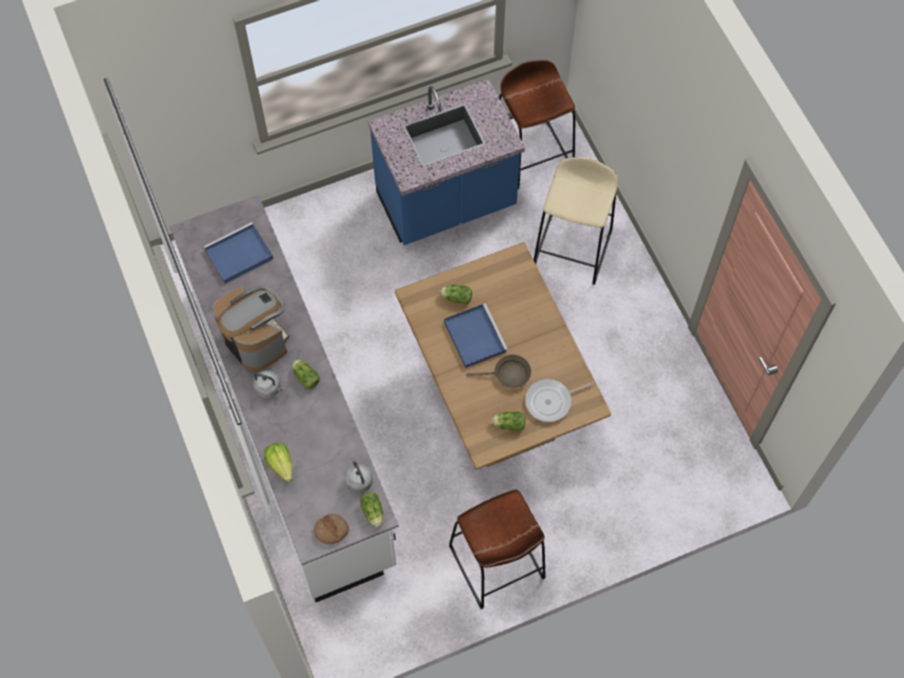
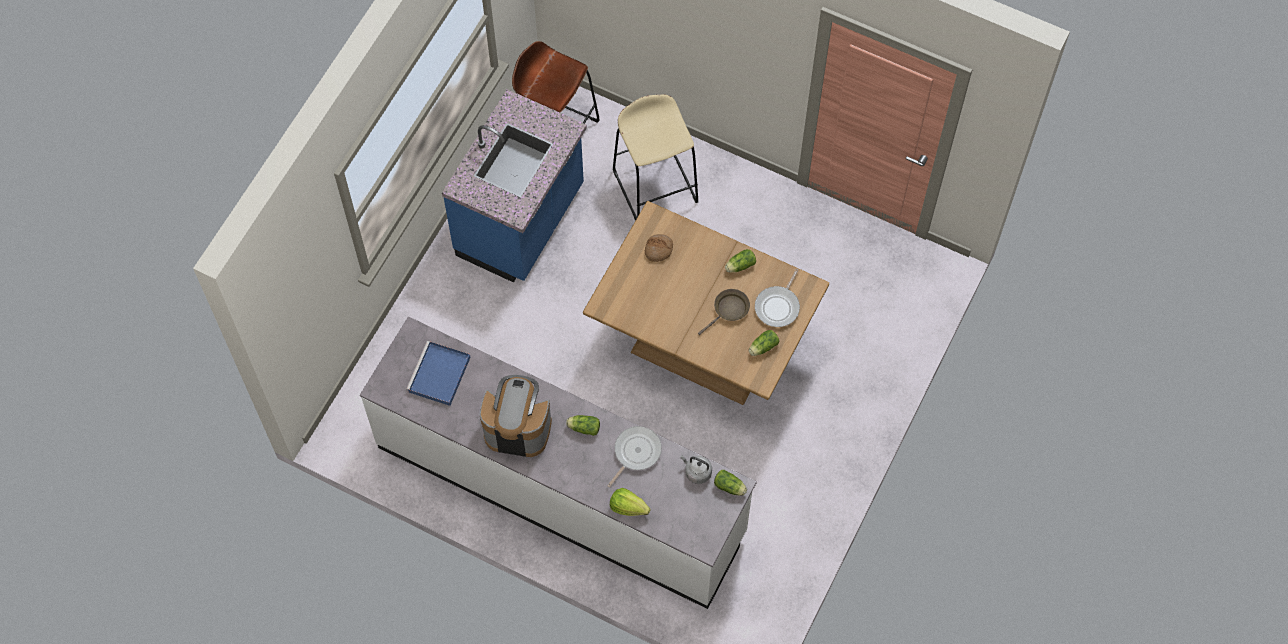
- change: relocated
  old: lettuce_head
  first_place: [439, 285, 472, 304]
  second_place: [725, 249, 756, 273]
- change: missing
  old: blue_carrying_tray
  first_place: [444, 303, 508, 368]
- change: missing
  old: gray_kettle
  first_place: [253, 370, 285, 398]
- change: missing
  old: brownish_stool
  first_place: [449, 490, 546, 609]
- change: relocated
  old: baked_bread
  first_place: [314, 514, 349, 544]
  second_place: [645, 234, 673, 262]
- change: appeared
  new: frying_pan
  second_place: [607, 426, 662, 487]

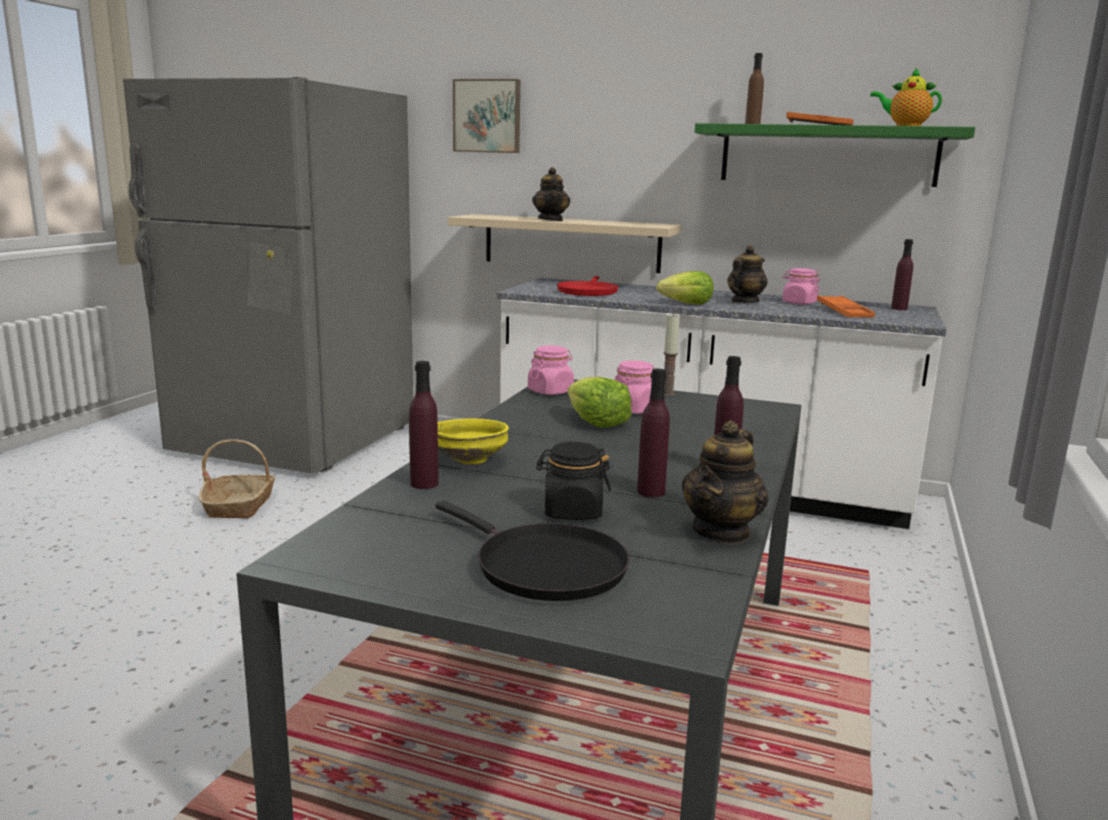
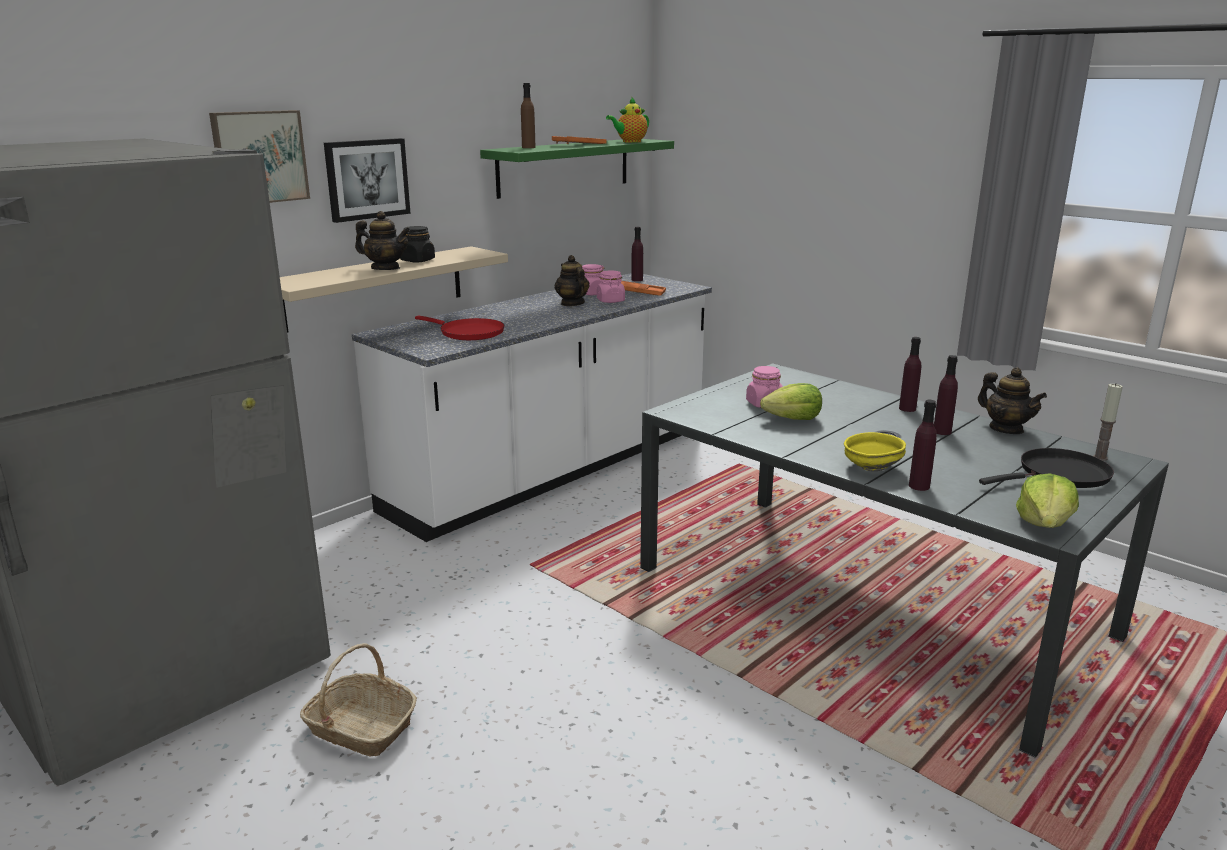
- change: relocated
  old: lettuce_head
  first_place: [657, 271, 713, 304]
  second_place: [1016, 473, 1079, 528]
- change: relocated
  old: wax_candle
  first_place: [663, 313, 680, 396]
  second_place: [1093, 383, 1123, 461]
- change: relocated
  old: pinkish_preserve_jar
  first_place: [528, 346, 574, 395]
  second_place: [597, 271, 625, 303]
- change: relocated
  old: black_preserve_jar
  first_place: [536, 442, 611, 520]
  second_place: [400, 226, 435, 262]
- change: appeared
  new: wall_art
  second_place: [324, 138, 411, 223]

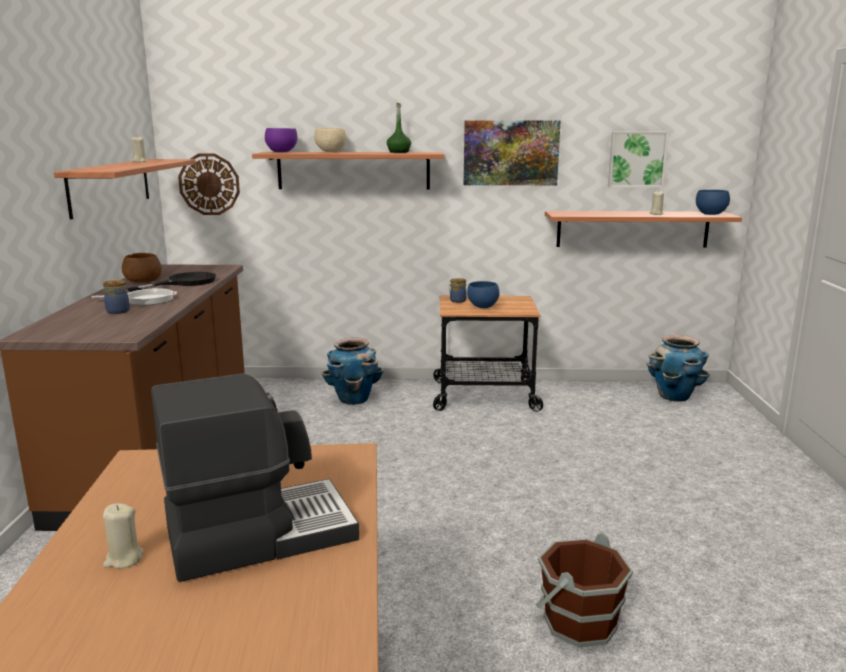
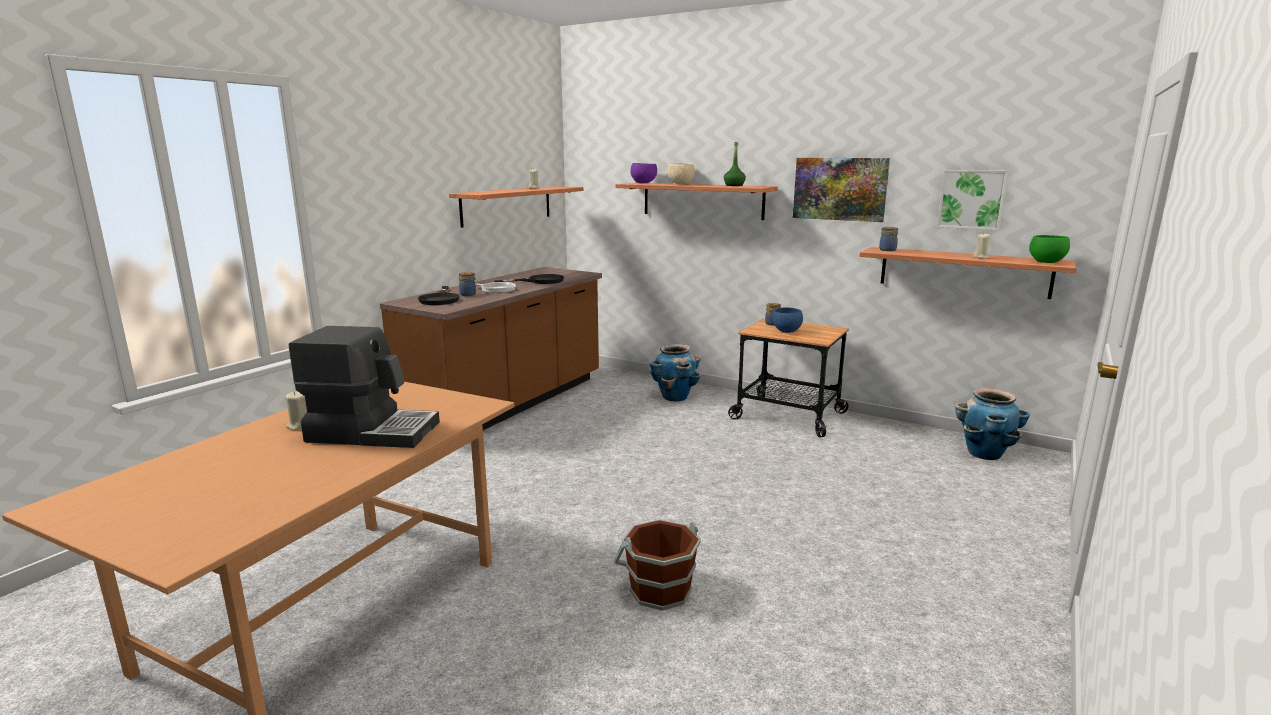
- change: missing
  old: wall_clock
  first_place: [178, 154, 240, 215]
- change: colour
  old: blue_bowl
  new: green_bowl
  first_place: [696, 190, 730, 215]
  second_place: [1029, 235, 1070, 263]
- change: missing
  old: brownish_bowl
  first_place: [122, 253, 162, 282]
- change: appeared
  new: preserve_jar
  second_place: [879, 227, 898, 251]
- change: appeared
  new: black_frying_pan
  second_place: [418, 286, 460, 305]

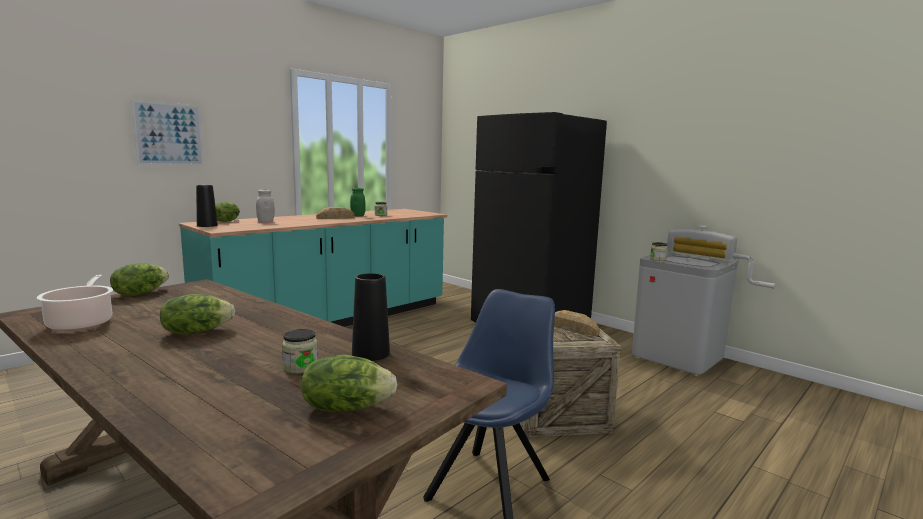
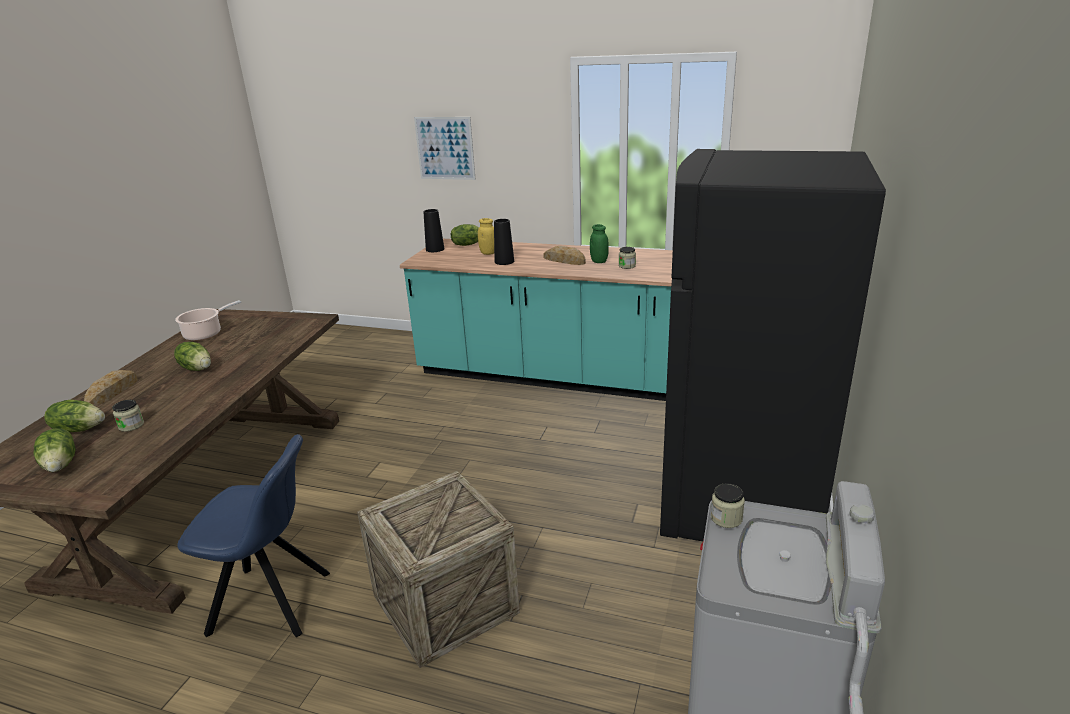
- change: colour
  old: white-coloured_preserve_jar
  new: yellowish_preserve_jar
  first_place: [256, 190, 275, 222]
  second_place: [478, 218, 494, 255]
- change: relocated
  old: lettuce_head
  first_place: [110, 263, 169, 295]
  second_place: [44, 400, 105, 432]
- change: relocated
  old: black_vase
  first_place: [352, 273, 390, 361]
  second_place: [494, 219, 514, 265]
- change: relocated
  old: baked_bread
  first_place: [554, 310, 600, 336]
  second_place: [84, 370, 138, 406]

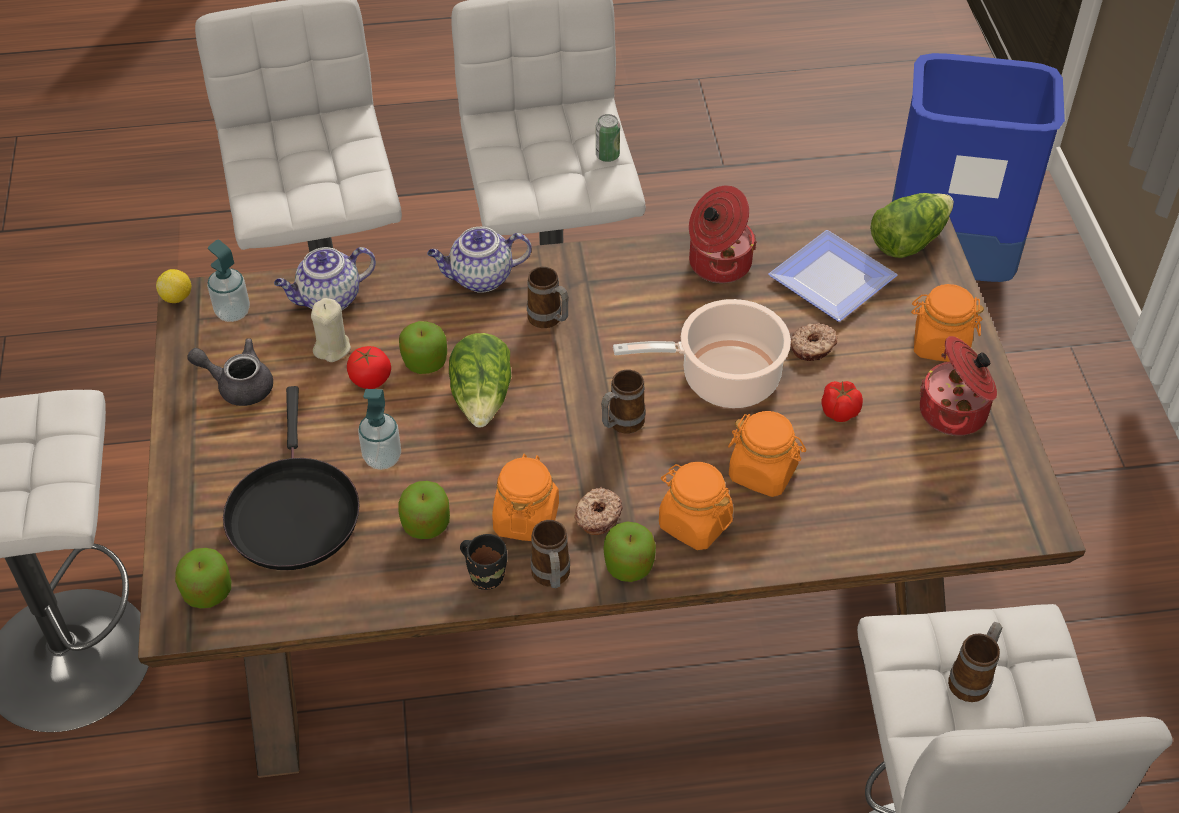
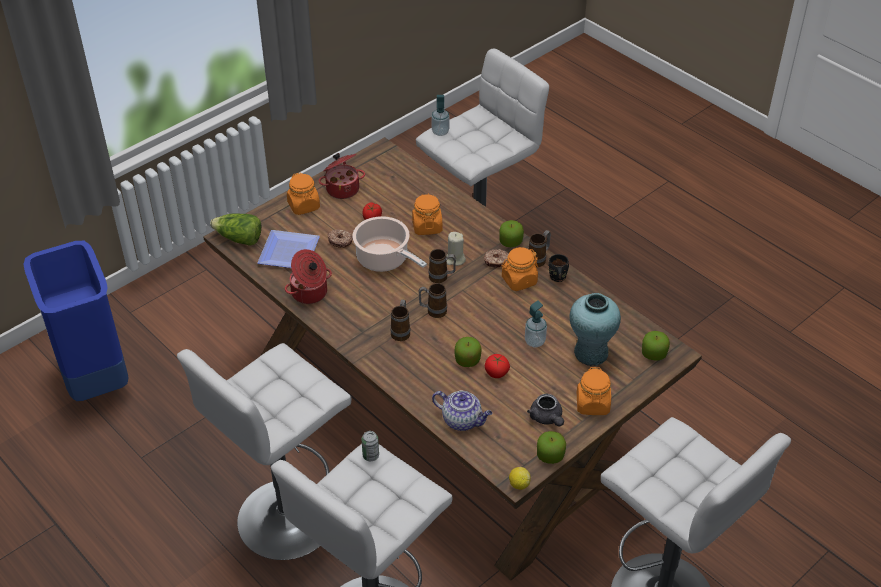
- change: relocated
  old: sealed_can
  first_place: [596, 114, 620, 162]
  second_place: [362, 431, 379, 461]
- change: missing
  old: teapot
  first_place: [427, 227, 532, 293]
- change: relocated
  old: soap_bottle
  first_place: [207, 240, 250, 322]
  second_place: [431, 95, 450, 136]
- change: relocated
  old: sand-coloured_wax_candle
  first_place: [311, 298, 351, 362]
  second_place: [446, 232, 466, 266]
- change: missing
  old: lettuce_head
  first_place: [449, 333, 511, 428]
- change: exchanged
  old: black_frying_pan
  new: turquoise_vase
  first_place: [223, 386, 360, 570]
  second_place: [570, 293, 621, 366]
- change: relocated
  old: orange_preserve_jar
  first_place: [659, 462, 733, 550]
  second_place: [577, 367, 611, 415]
- change: relocated
  old: apple
  first_place: [398, 481, 450, 539]
  second_place: [537, 431, 566, 464]
- change: relocated
  old: mug
  first_place: [948, 622, 1002, 702]
  second_place: [418, 283, 447, 318]

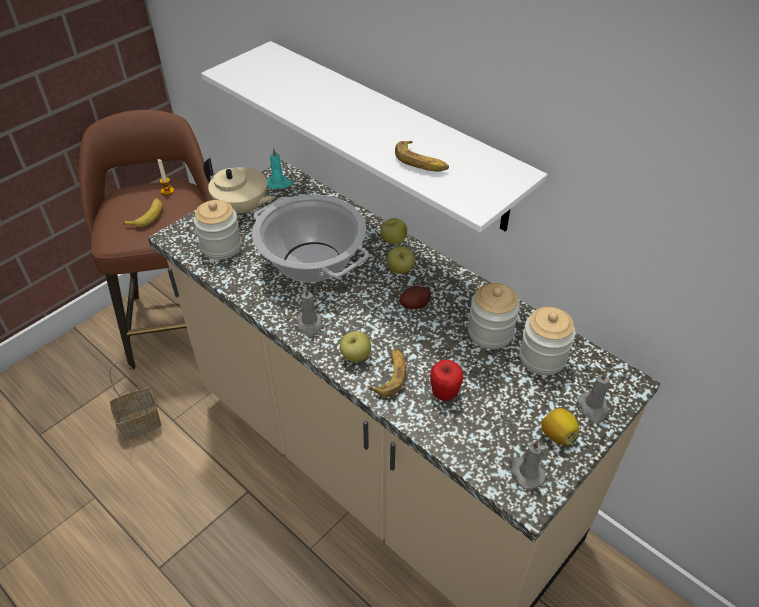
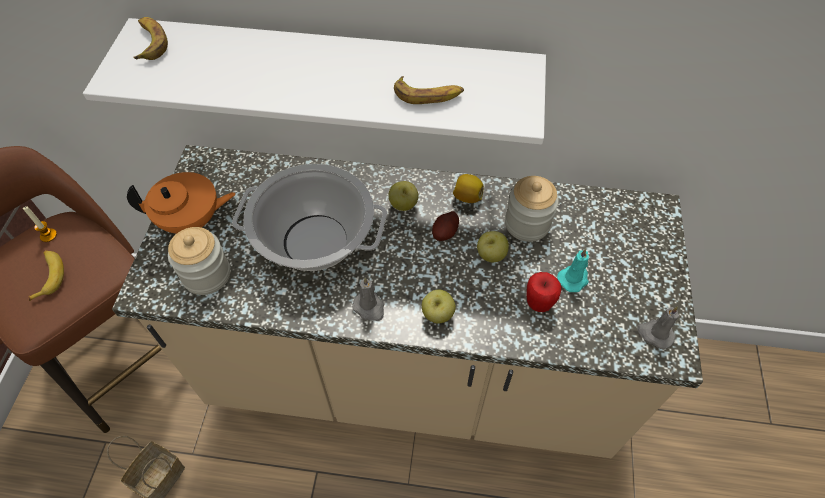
- change: relocated
  old: turquoise_wax_candle
  first_place: [267, 148, 293, 189]
  second_place: [557, 248, 589, 292]
- change: colour
  old: sand-coloured_teapot
  new: orange_teapot
  first_place: [203, 158, 276, 214]
  second_place: [127, 172, 236, 234]
- change: relocated
  old: apple
  first_place: [380, 218, 407, 245]
  second_place: [477, 231, 509, 262]
- change: missing
  old: preserve_jar
  first_place: [519, 307, 575, 375]
- change: relocated
  old: banana_fruit
  first_place: [369, 349, 406, 397]
  second_place: [133, 17, 168, 60]
- change: missing
  old: gray_wax_candle
  first_place: [577, 371, 610, 423]
- change: relocated
  old: citrus_fruit
  first_place: [541, 408, 579, 445]
  second_place: [453, 174, 484, 203]

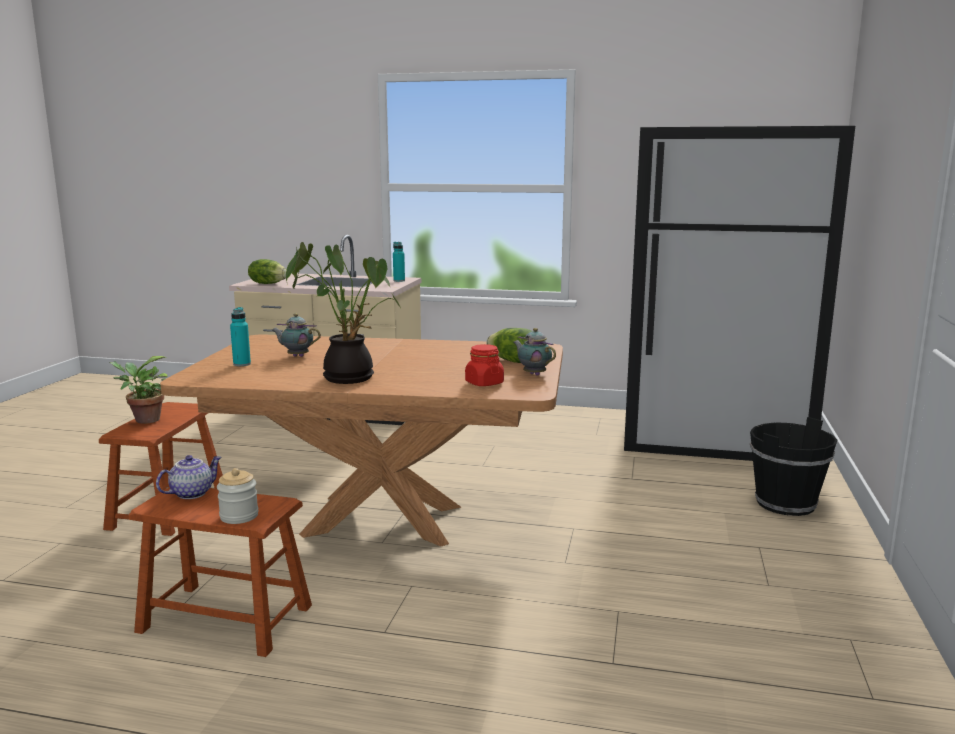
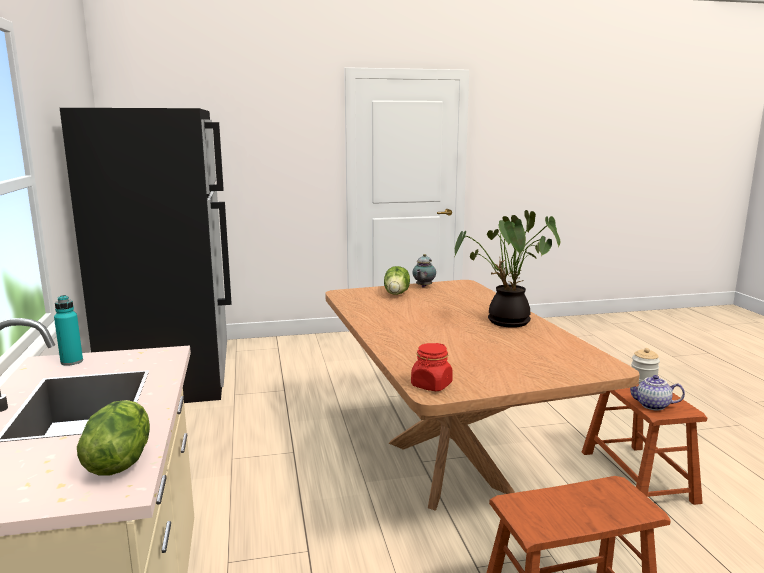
- change: missing
  old: turquoise_bottle
  first_place: [230, 307, 251, 366]
- change: missing
  old: teapot
  first_place: [272, 313, 321, 357]
- change: relocated
  old: red-coloured_preserve_jar
  first_place: [465, 344, 504, 386]
  second_place: [411, 343, 453, 391]
- change: missing
  old: houseplant
  first_place: [109, 356, 168, 424]
- change: missing
  old: black_bucket
  first_place: [750, 417, 837, 516]

